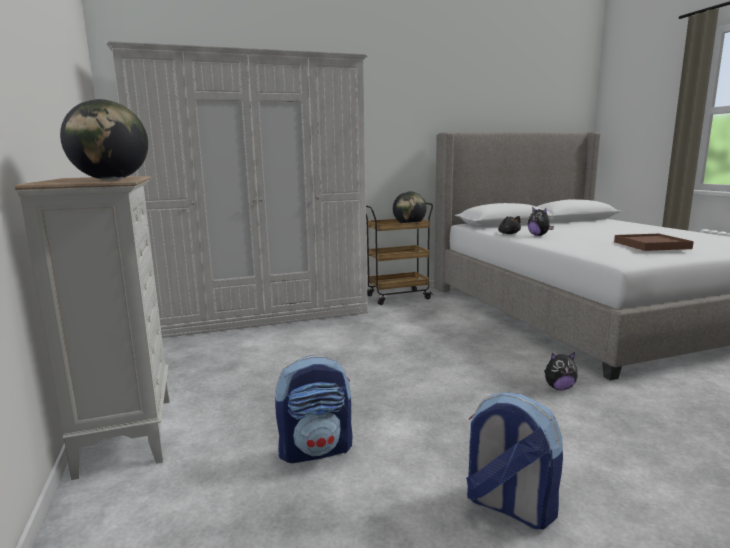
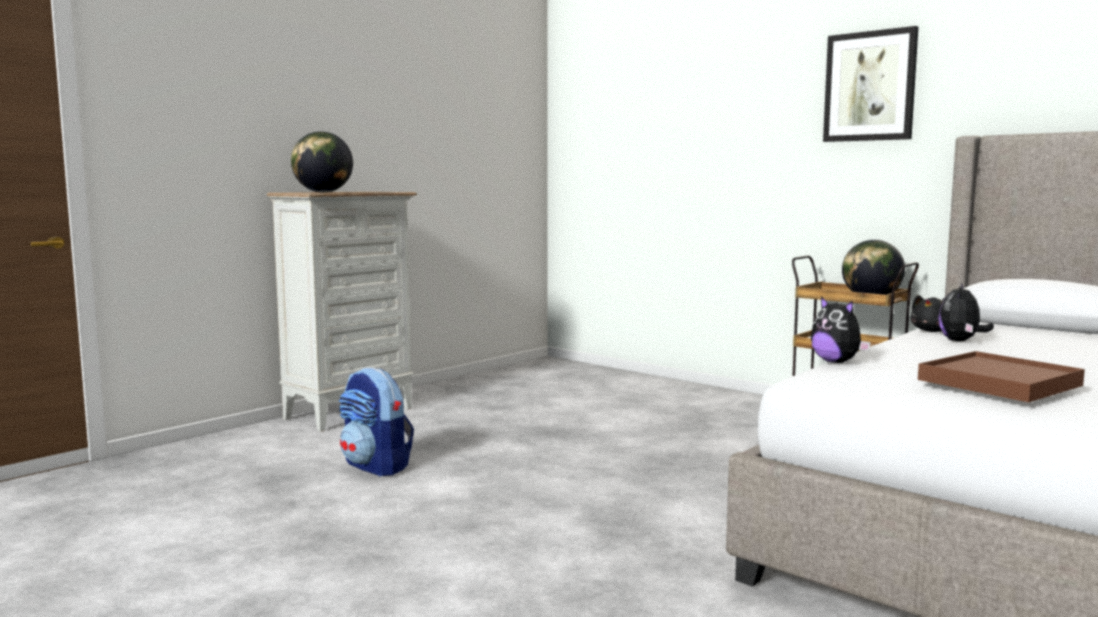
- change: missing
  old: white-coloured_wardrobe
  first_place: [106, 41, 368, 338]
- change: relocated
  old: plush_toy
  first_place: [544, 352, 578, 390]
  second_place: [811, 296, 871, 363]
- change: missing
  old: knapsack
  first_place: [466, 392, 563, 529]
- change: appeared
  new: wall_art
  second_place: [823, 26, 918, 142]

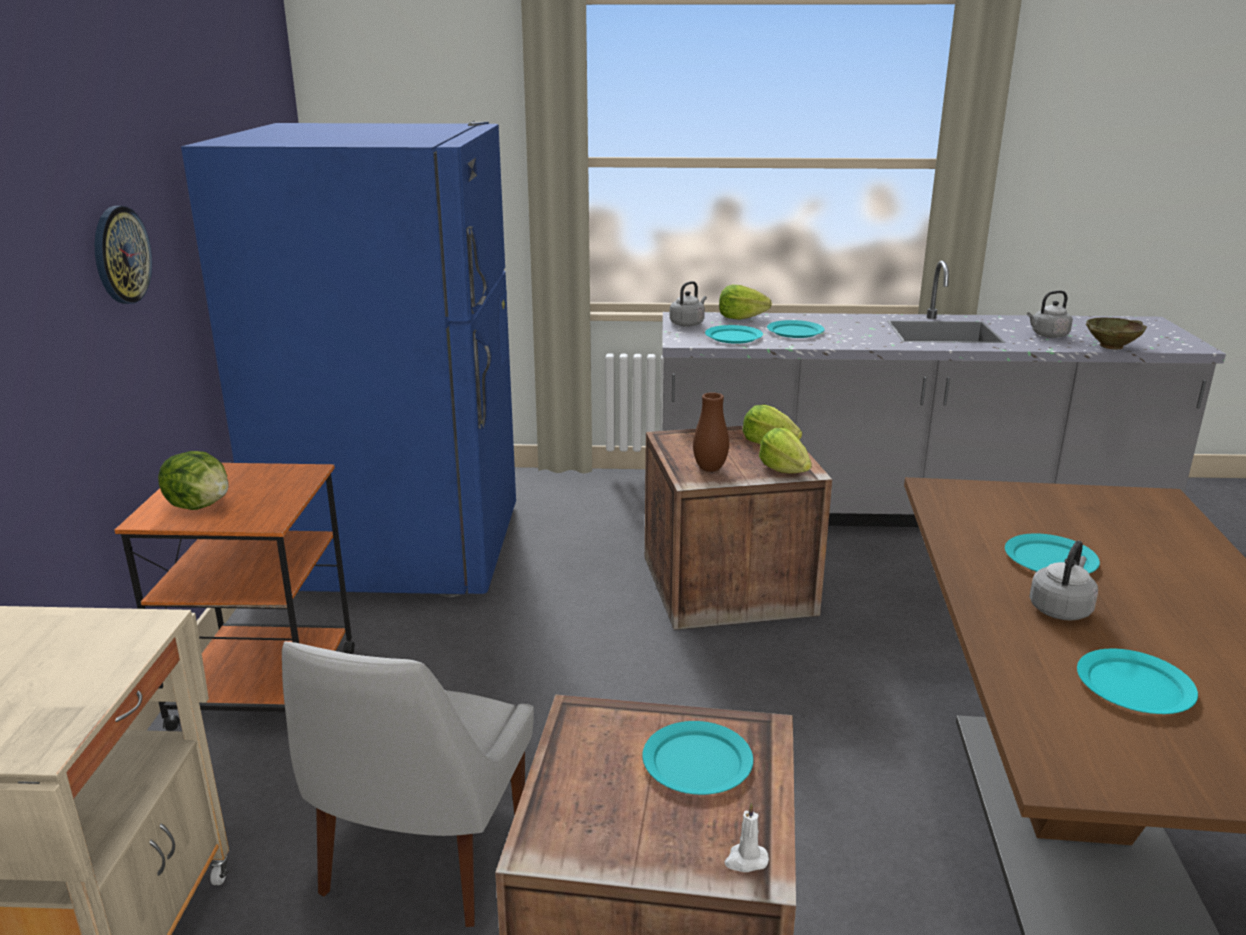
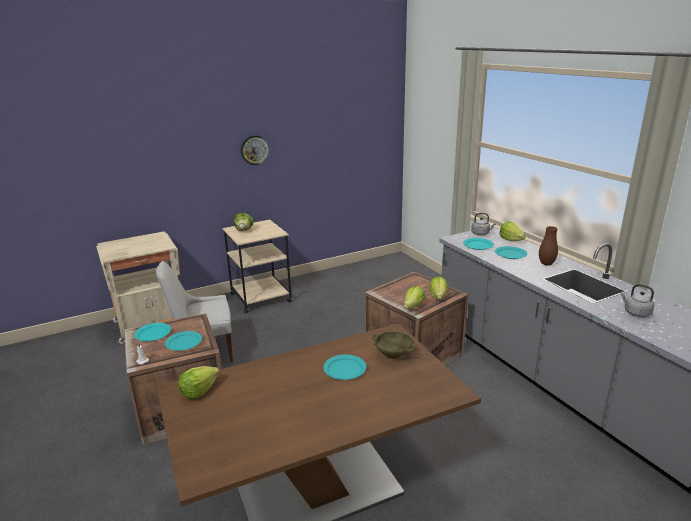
- change: missing
  old: blue_fridge
  first_place: [181, 121, 516, 597]
- change: relocated
  old: sand-coloured_bowl
  first_place: [1086, 317, 1147, 349]
  second_place: [372, 332, 416, 359]
- change: relocated
  old: brownish_vase
  first_place: [693, 392, 729, 472]
  second_place: [539, 226, 558, 266]
- change: colour
  old: orange_trolley
  new: sand-coloured_trolley
  first_place: [115, 463, 355, 731]
  second_place: [222, 220, 292, 313]
- change: missing
  old: gray_kettle
  first_place: [1029, 541, 1098, 621]
- change: relocated
  old: turquoise_plate
  first_place: [1077, 649, 1198, 714]
  second_place: [134, 323, 171, 341]
- change: appeared
  new: lettuce_head
  second_place: [178, 366, 219, 400]

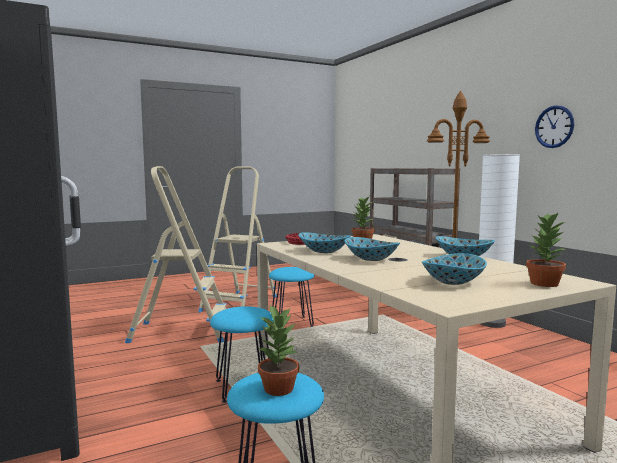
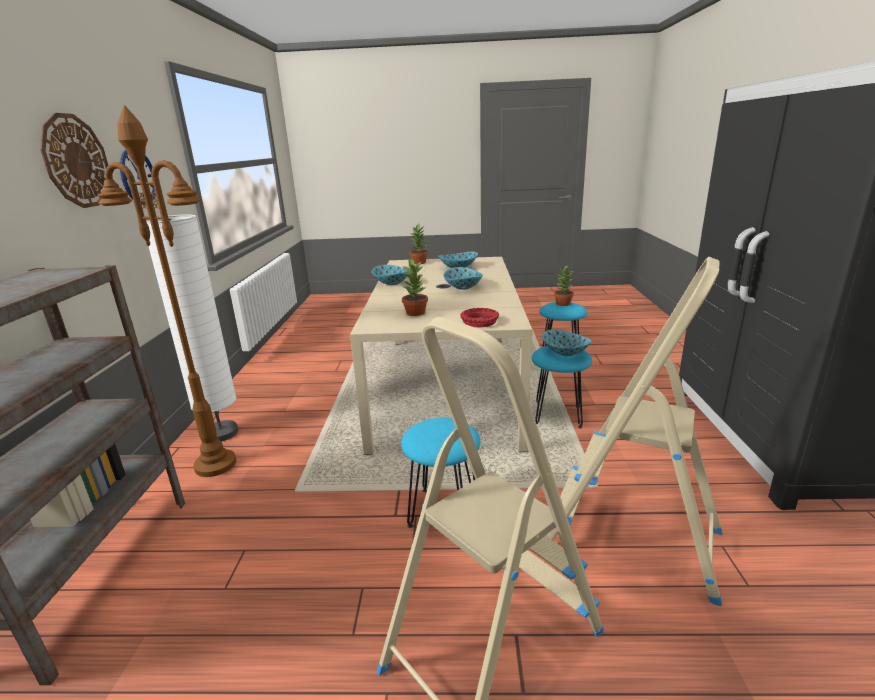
- change: relocated
  old: bowl
  first_place: [299, 232, 351, 253]
  second_place: [542, 329, 592, 356]
- change: appeared
  new: wall_clock
  second_place: [40, 113, 108, 208]

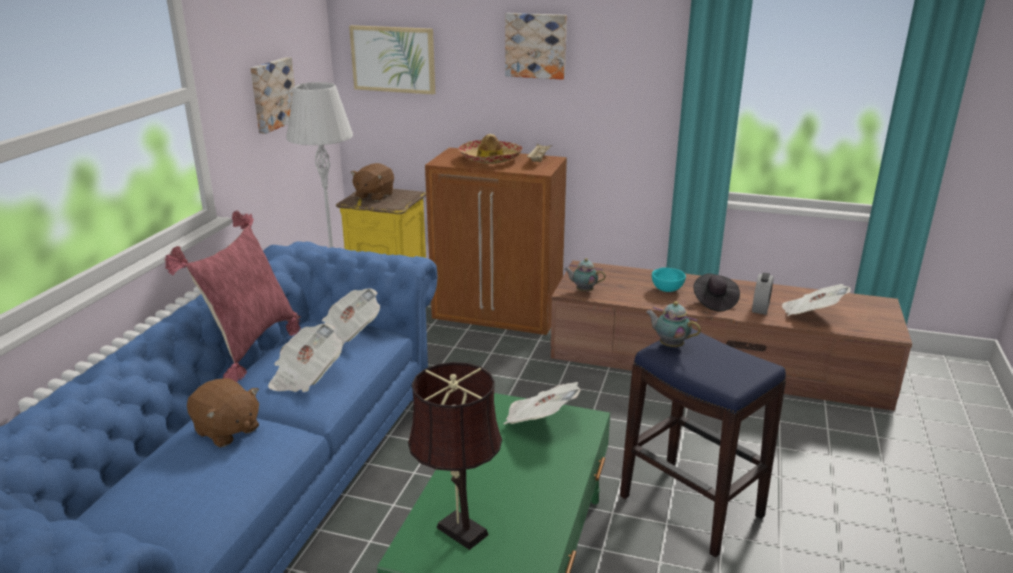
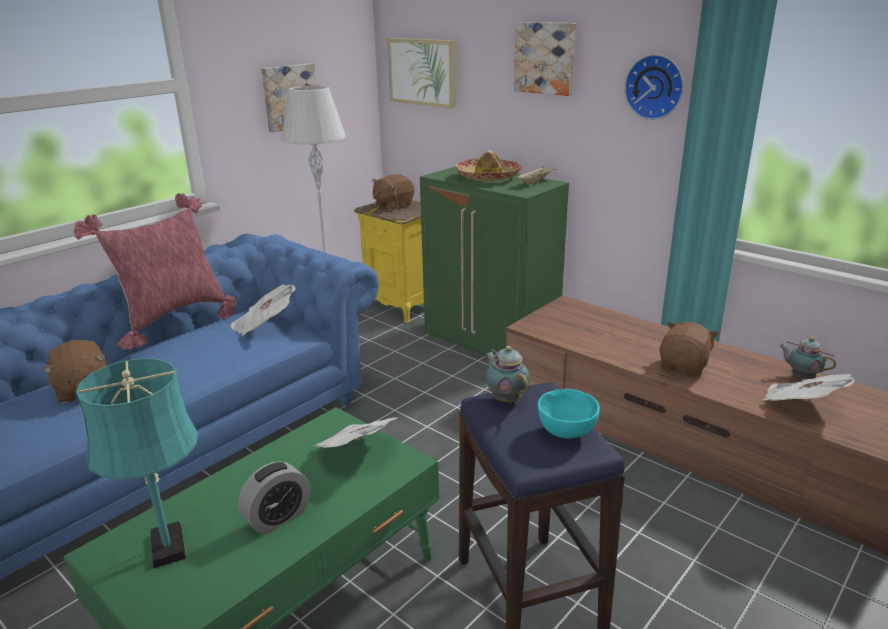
- change: colour
  old: brownish_cabinet
  new: green_cabinet
  first_place: [425, 148, 567, 335]
  second_place: [420, 167, 569, 359]
- change: relocated
  old: teapot
  first_place: [565, 258, 606, 292]
  second_place: [779, 337, 836, 379]
- change: relocated
  old: turquoise_bowl
  first_place: [652, 268, 686, 292]
  second_place: [538, 389, 600, 438]
- change: exchanged
  old: black_hat
  new: brownish_plush_toy
  first_place: [693, 273, 740, 311]
  second_place: [660, 322, 719, 377]
- change: relocated
  old: bedside_clock
  first_place: [752, 273, 774, 315]
  second_place: [238, 461, 310, 534]
- change: missing
  old: newspaper
  first_place: [268, 323, 343, 392]
- change: colour
  old: brownish_lamp_for_a_table
  new: turquoise_lamp_for_a_table
  first_place: [408, 362, 502, 550]
  second_place: [76, 358, 198, 568]
- change: appeared
  new: wall_clock
  second_place: [624, 54, 683, 120]

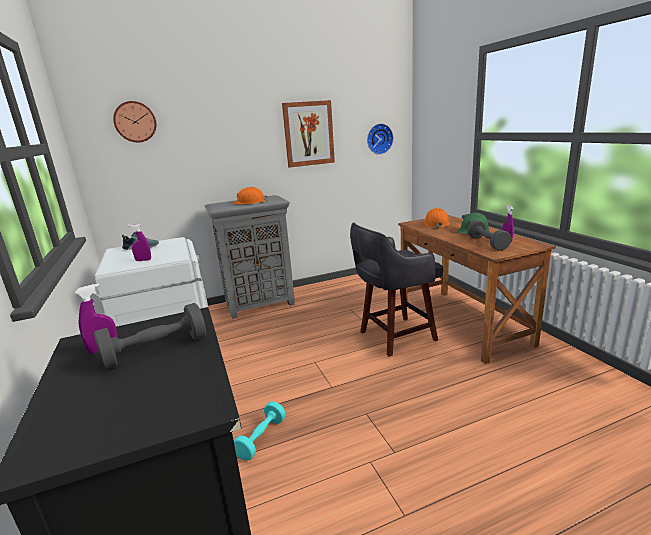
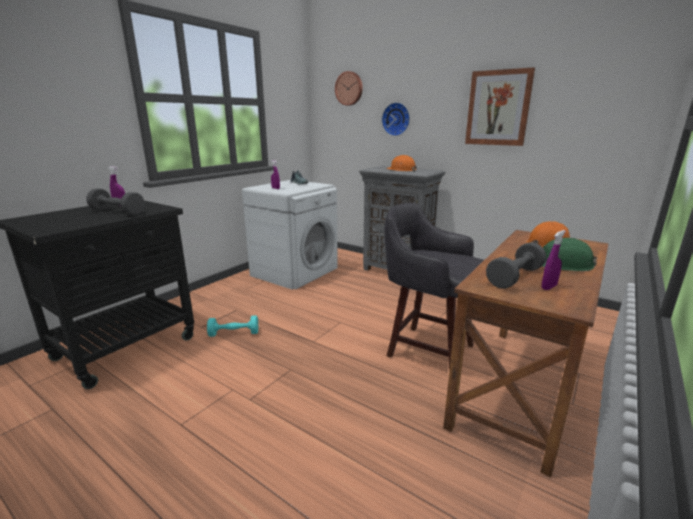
- change: relocated
  old: wall_clock
  first_place: [367, 123, 393, 155]
  second_place: [382, 102, 410, 136]

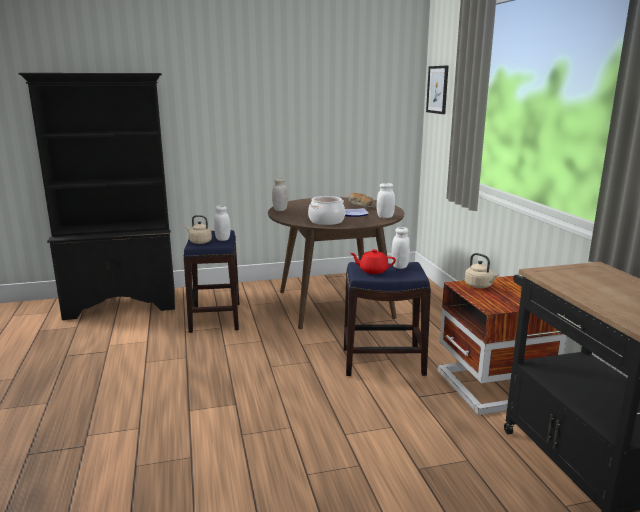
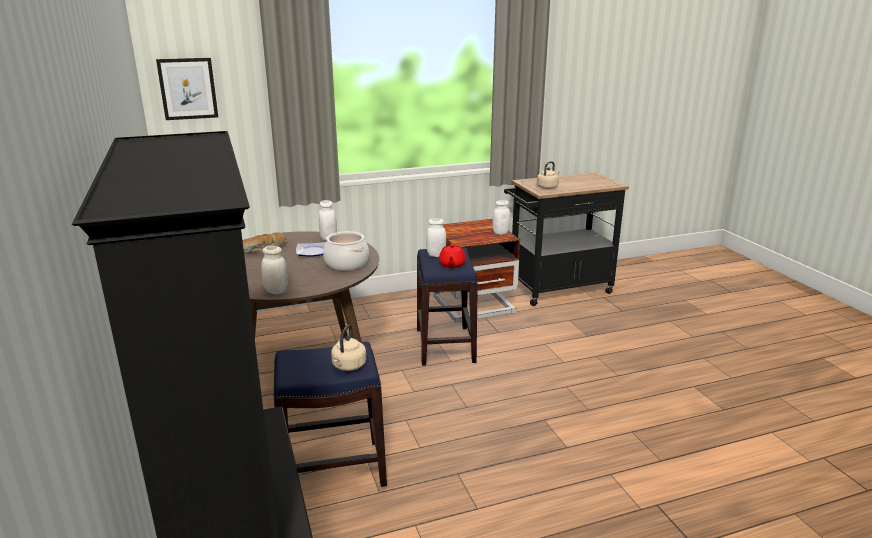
- change: relocated
  old: white-coloured_preserve_jar
  first_place: [214, 205, 231, 241]
  second_place: [493, 200, 510, 235]
- change: relocated
  old: sand-coloured_kettle
  first_place: [465, 253, 499, 288]
  second_place: [537, 161, 560, 189]

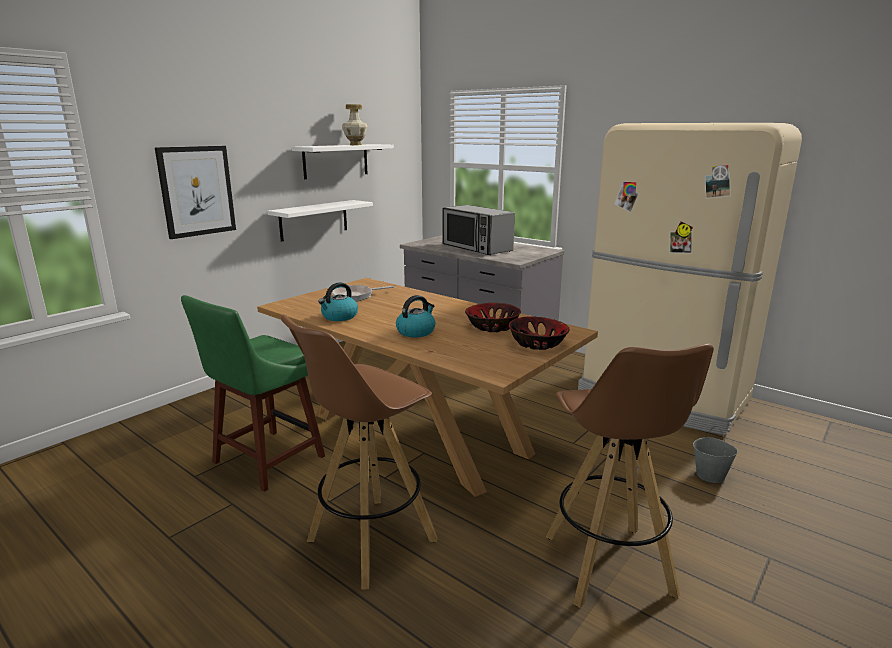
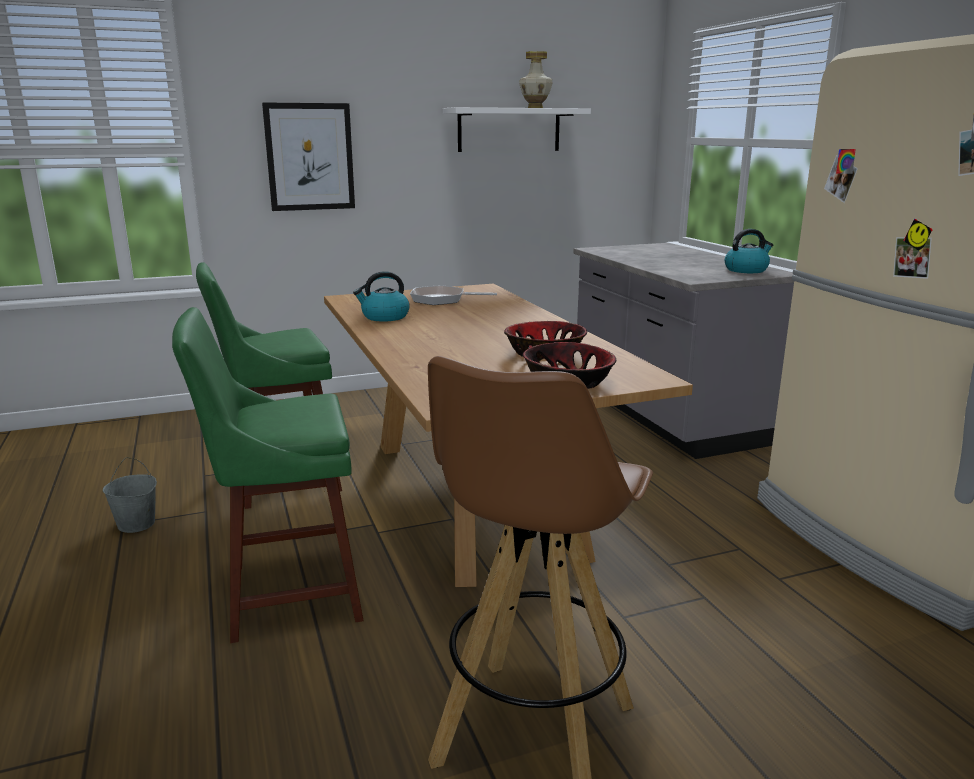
- change: missing
  old: white-coloured_wall_shelf
  first_place: [267, 200, 373, 242]
- change: missing
  old: microwave
  first_place: [442, 205, 515, 255]
- change: relocated
  old: kettle
  first_place: [396, 295, 436, 337]
  second_place: [725, 229, 773, 273]
- change: exchanged
  old: brownish_stool
  new: green_upright_chair
  first_place: [281, 315, 438, 590]
  second_place: [172, 307, 363, 643]
- change: relocated
  old: gray_bucket
  first_place: [693, 426, 738, 483]
  second_place: [103, 457, 157, 533]

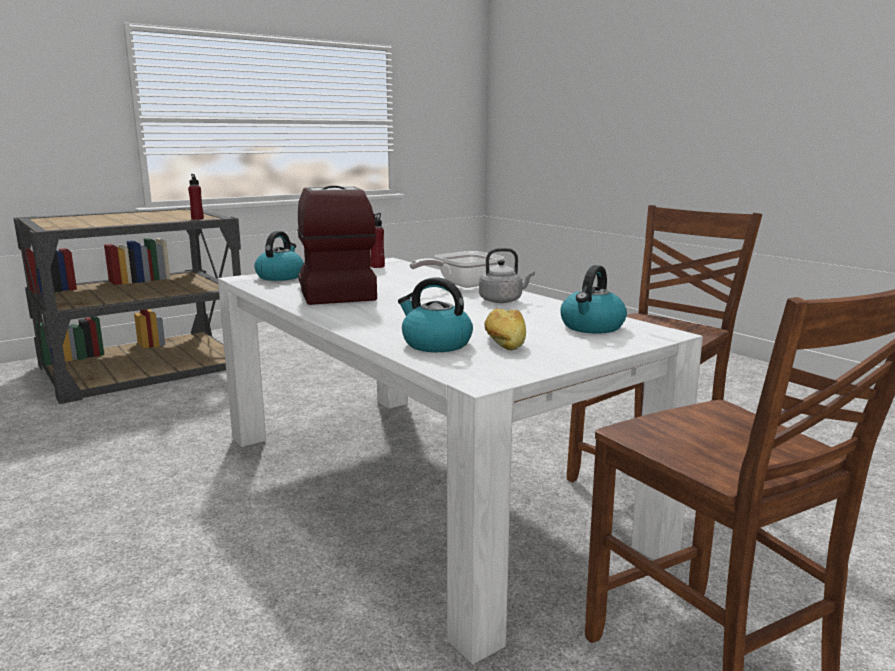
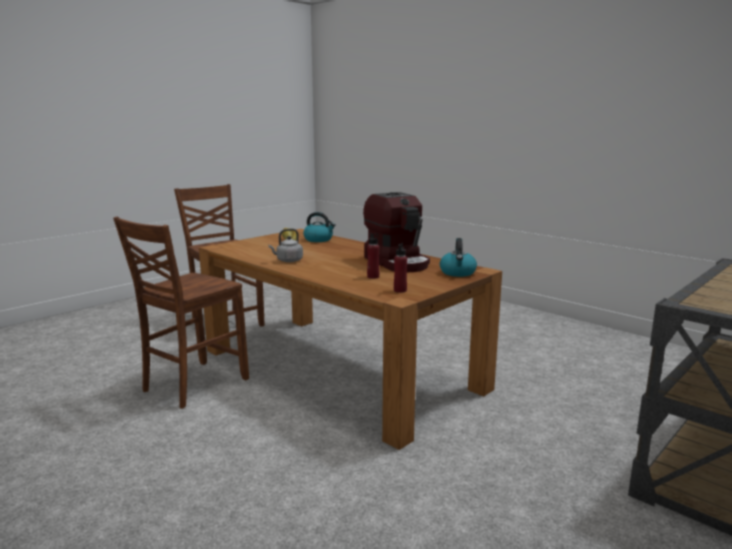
- change: relocated
  old: red-coloured_bottle
  first_place: [188, 174, 204, 220]
  second_place: [367, 233, 379, 279]
- change: missing
  old: frying_pan
  first_place: [410, 251, 504, 288]
- change: colour
  old: white-coloured_dinner_table
  new: brownish_dinner_table
  first_place: [218, 258, 703, 665]
  second_place: [199, 229, 502, 450]
- change: missing
  old: kettle
  first_place: [560, 265, 627, 334]

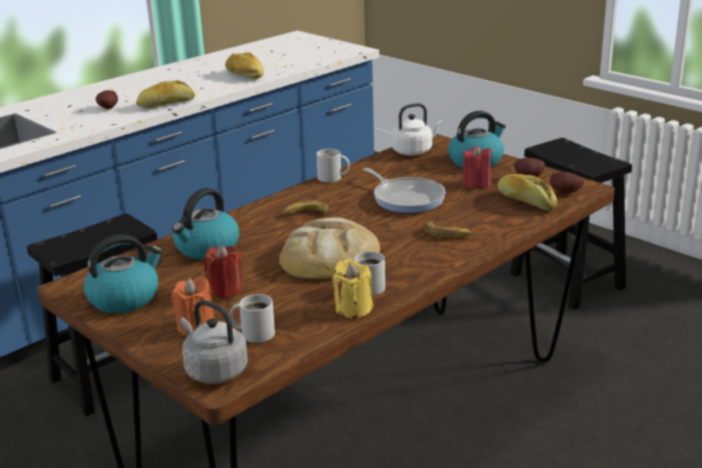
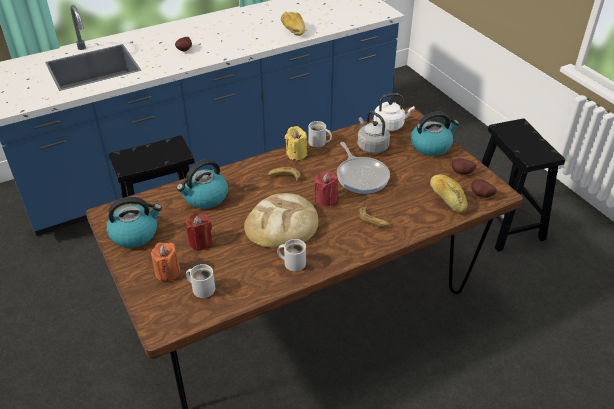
- change: missing
  old: baked_bread
  first_place: [136, 80, 195, 109]
- change: relocated
  old: red-coloured_wax_candle
  first_place: [462, 145, 492, 189]
  second_place: [314, 171, 338, 206]
- change: relocated
  old: yellowish_wax_candle
  first_place: [332, 259, 373, 318]
  second_place: [285, 126, 307, 161]
- change: relocated
  old: gray_kettle
  first_place: [180, 300, 248, 384]
  second_place: [357, 111, 390, 154]

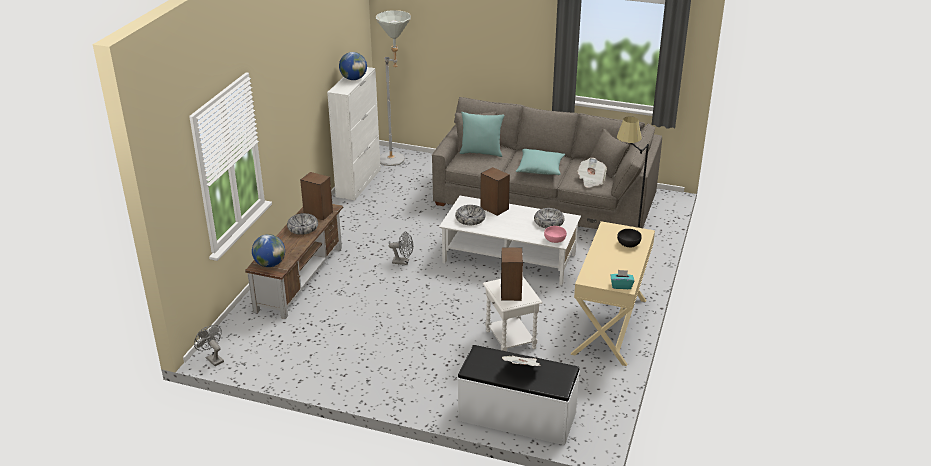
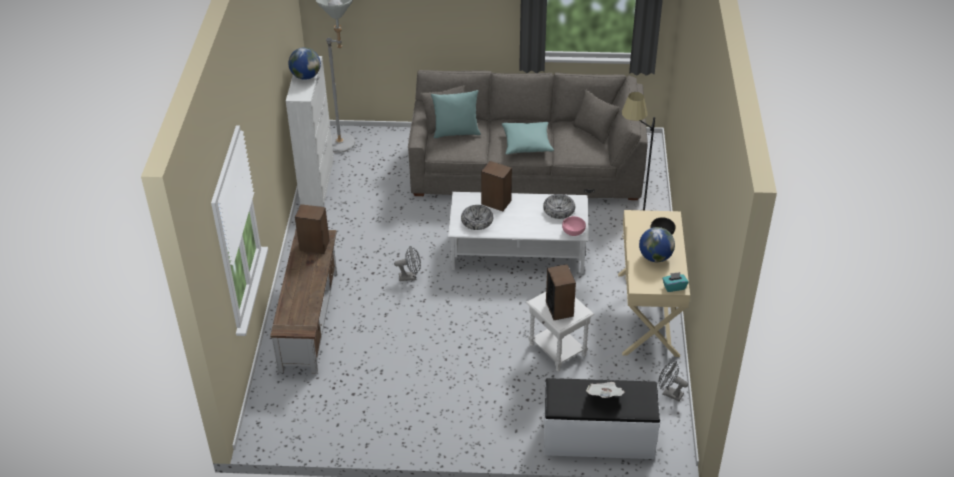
- change: missing
  old: newspaper
  first_place: [577, 158, 607, 188]
- change: missing
  old: bowl
  first_place: [287, 213, 318, 235]
- change: relocated
  old: world_globe
  first_place: [252, 234, 285, 267]
  second_place: [639, 227, 675, 262]
- change: relocated
  old: gray_cooling_fan
  first_place: [194, 325, 224, 366]
  second_place: [658, 361, 688, 401]

